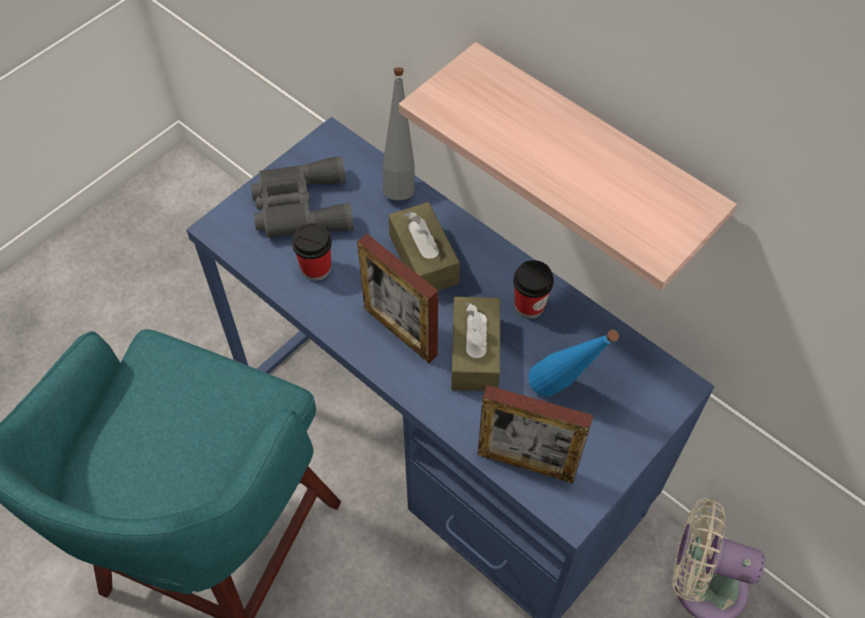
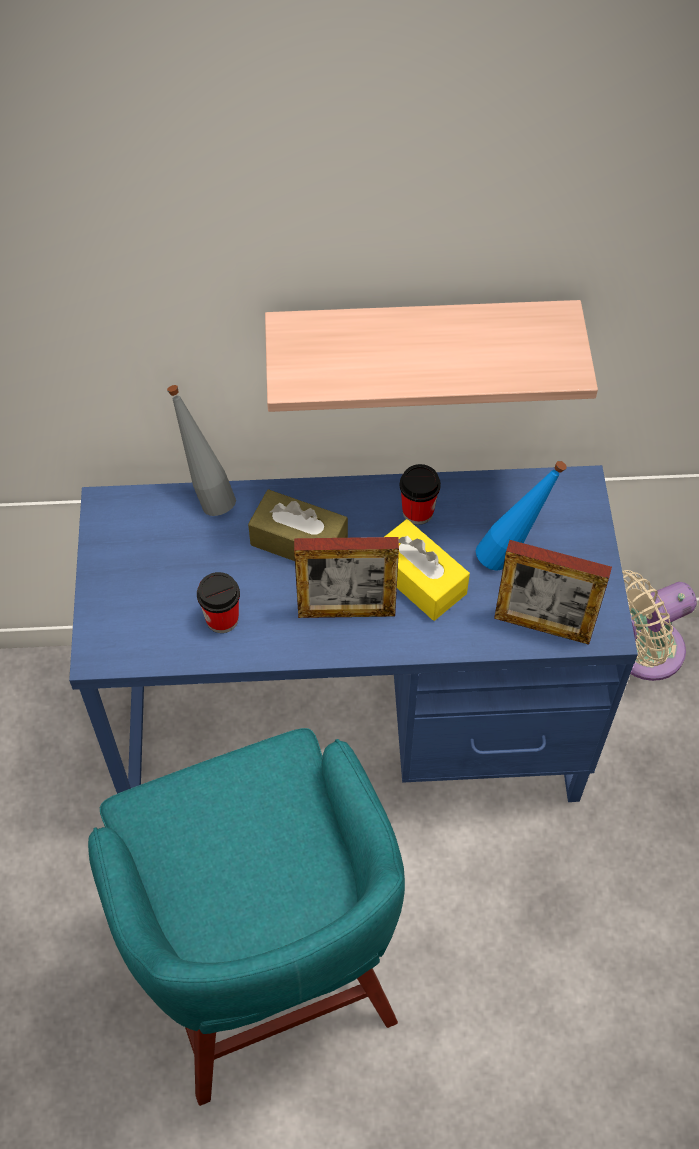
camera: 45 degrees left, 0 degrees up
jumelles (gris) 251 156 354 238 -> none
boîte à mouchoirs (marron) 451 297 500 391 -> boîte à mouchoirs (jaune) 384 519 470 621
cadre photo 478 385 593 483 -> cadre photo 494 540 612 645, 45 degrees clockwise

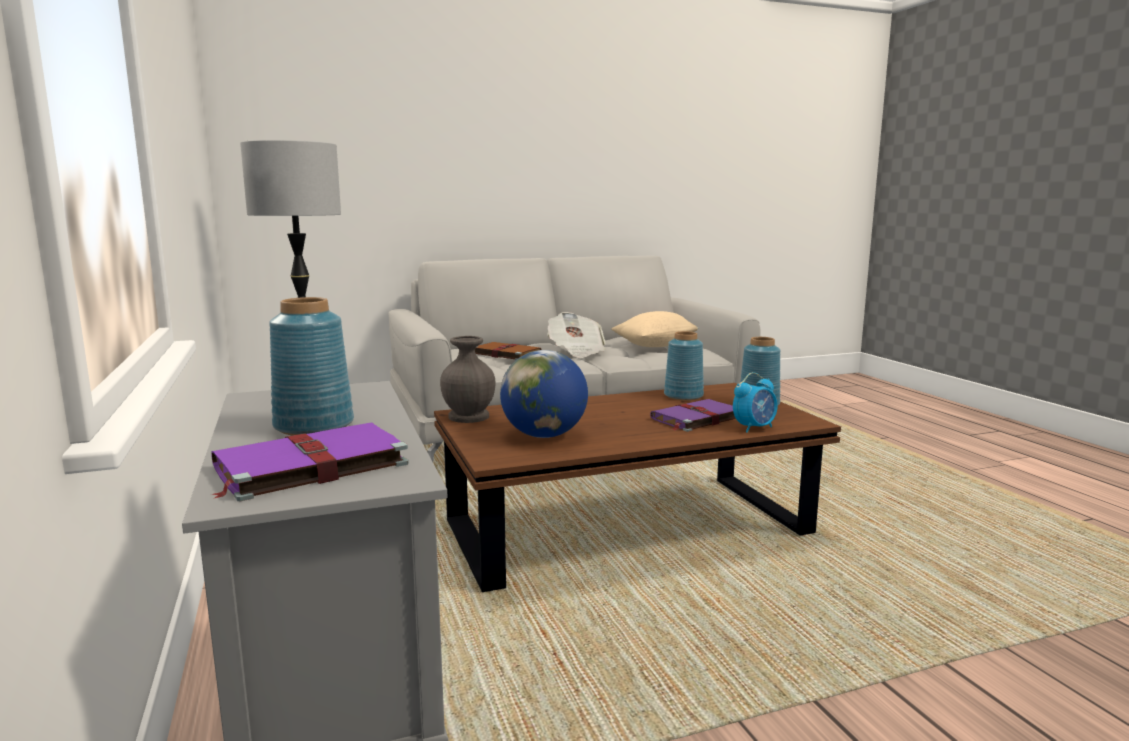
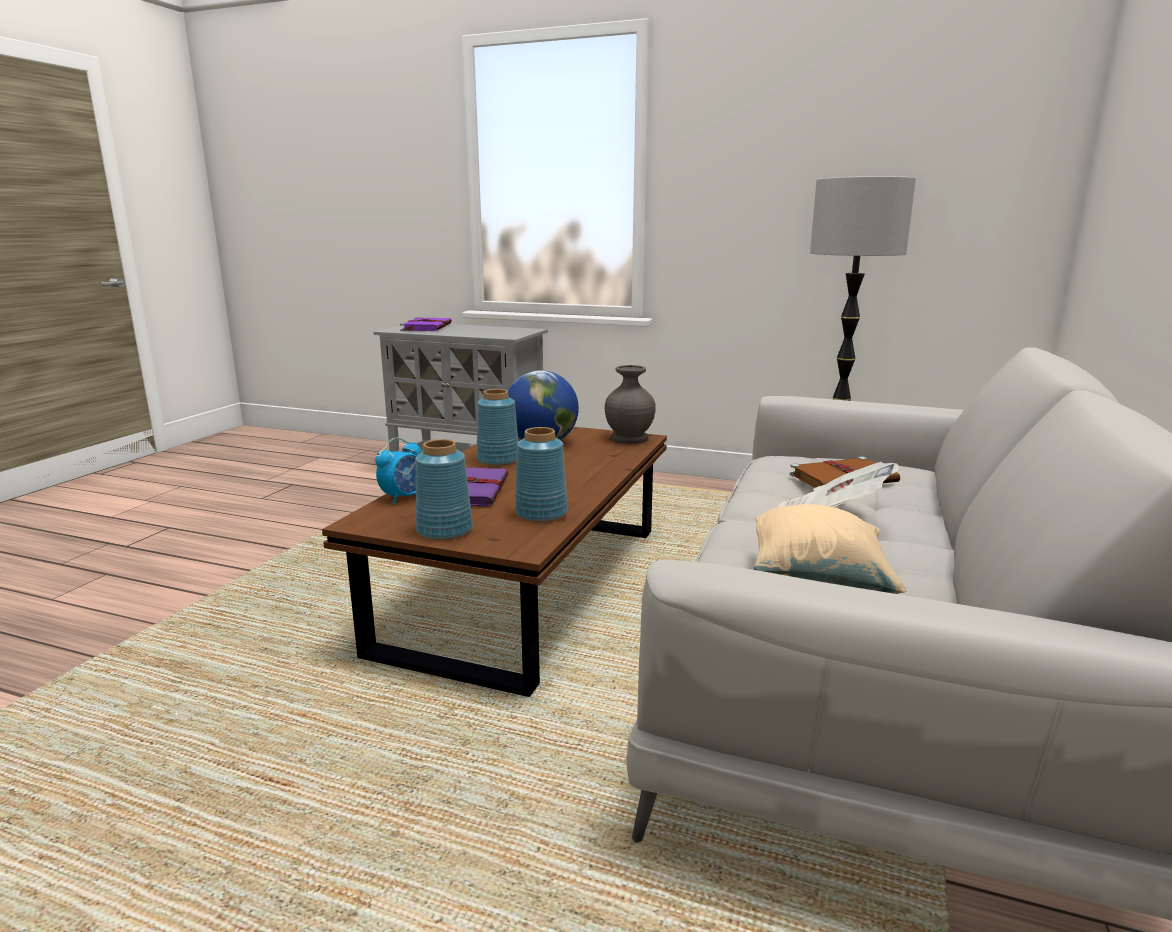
camera: 130 degrees right, 5 degrees up
vase (bleu) 269 297 354 435 -> vase (bleu) 477 389 519 466, move
réveil 733 372 777 433 -> réveil 375 438 421 505, 150 degrees counterclockwise

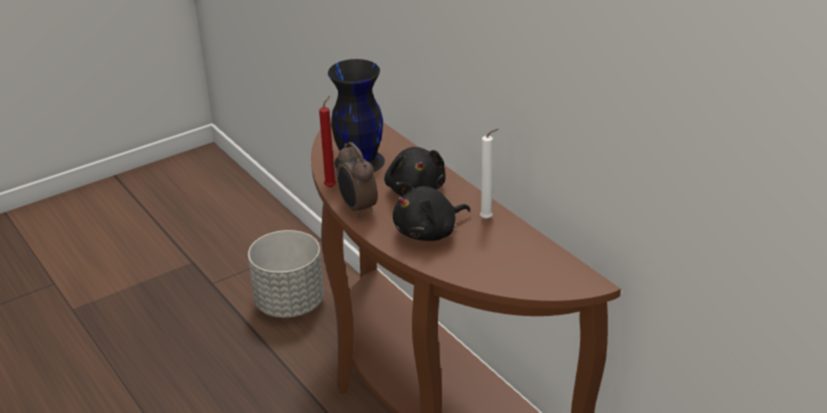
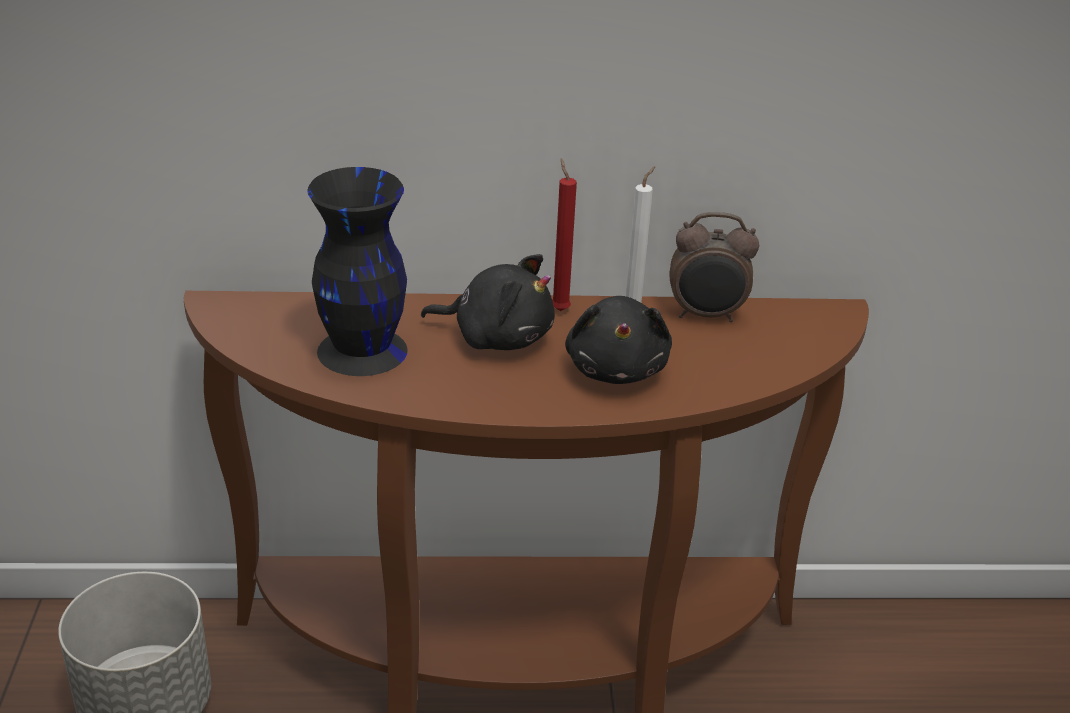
camera: 60 degrees left, 0 degrees up
bougie (rouge) 319 96 336 187 -> bougie (rouge) 552 158 577 311, move
réveil 337 142 378 218 -> réveil 669 212 759 322, move

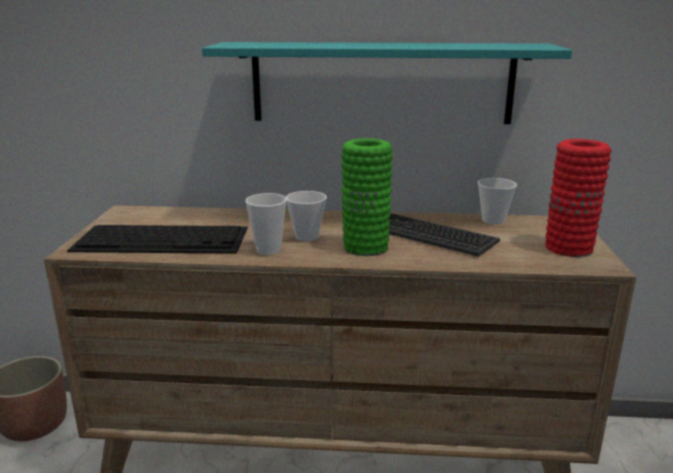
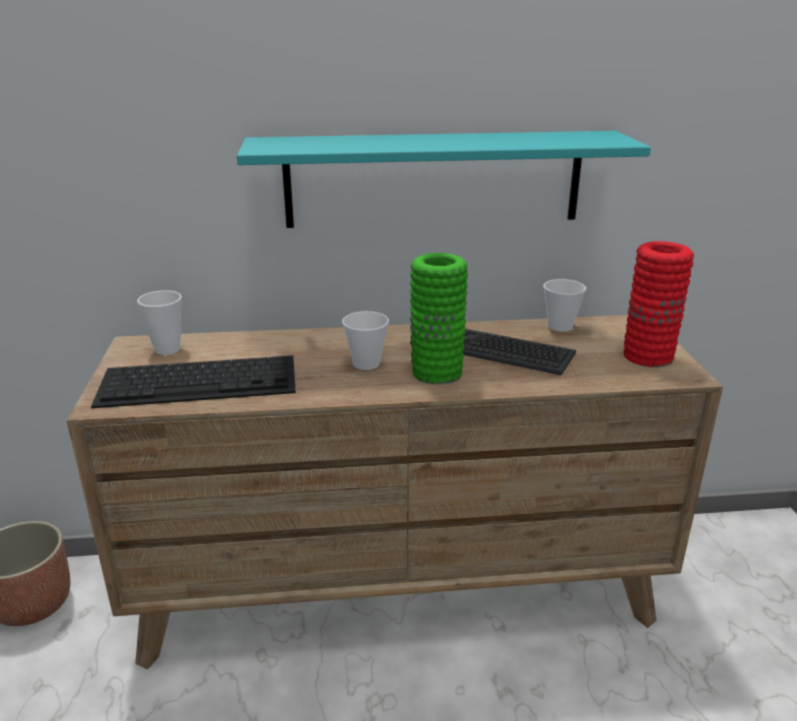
camera: 10 degrees left, 5 degrees up
tasse 245 193 287 255 -> tasse 137 290 182 355, move

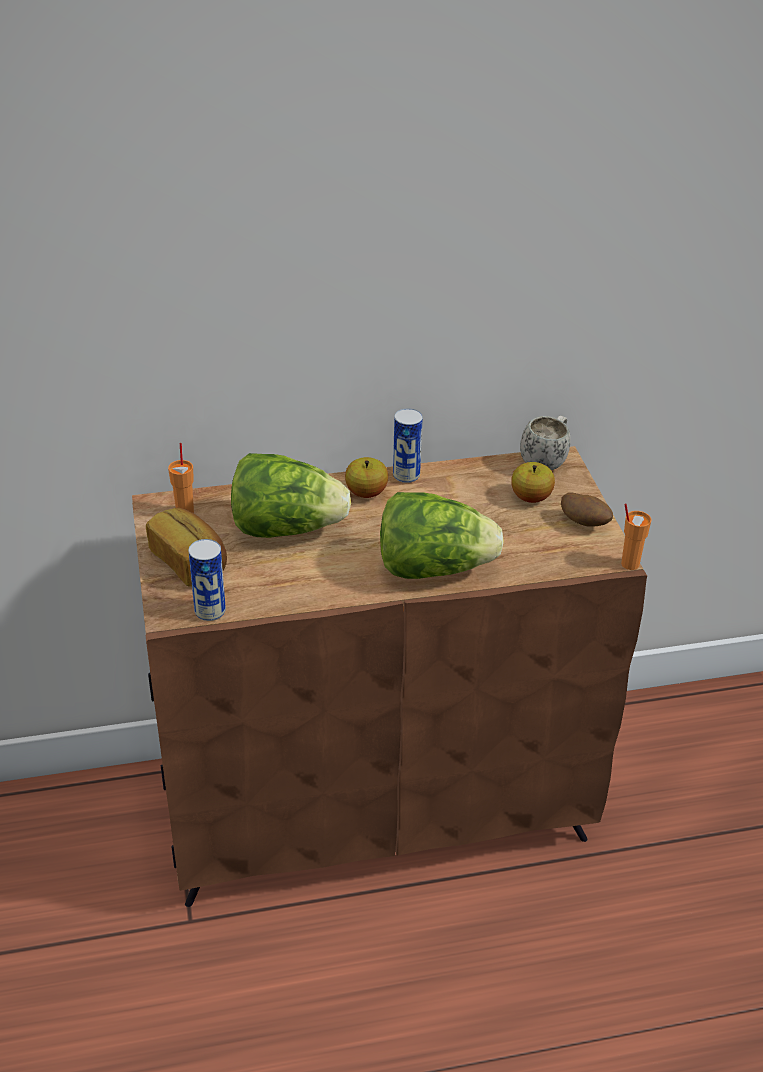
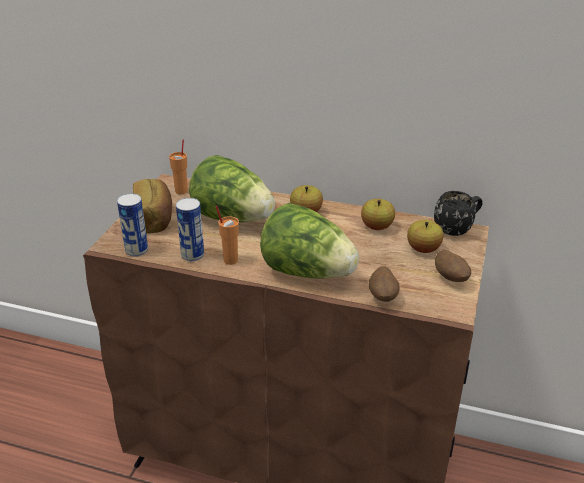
camera: 30 degrees right, 5 degrees down
boîte métallique 393 408 423 483 -> boîte métallique 176 198 204 261, move
mug (blanc) 520 416 571 470 -> mug (noir) 434 191 483 236
tasse (orange) 621 504 652 570 -> tasse (orange) 216 206 239 265, move
none -> pomme 361 199 395 230
none -> pomme de terre 369 266 400 302

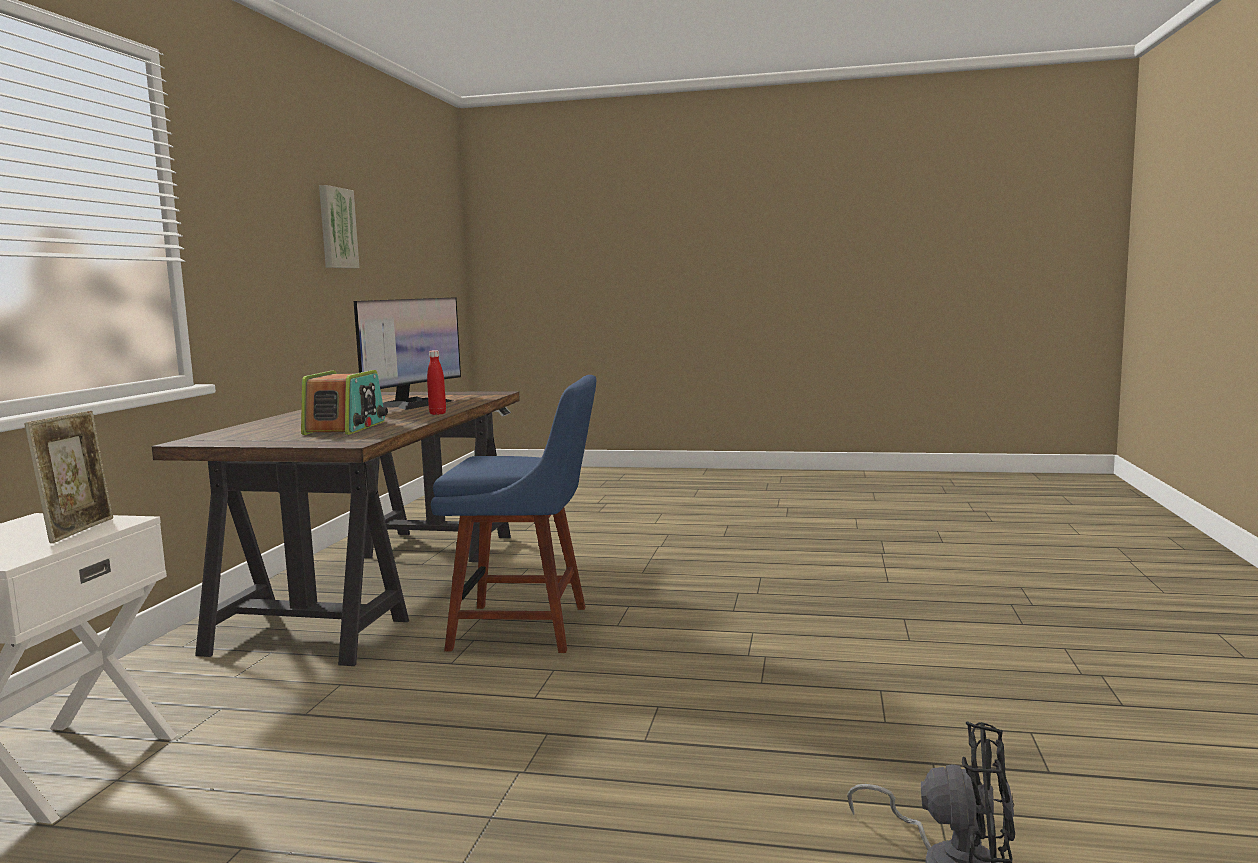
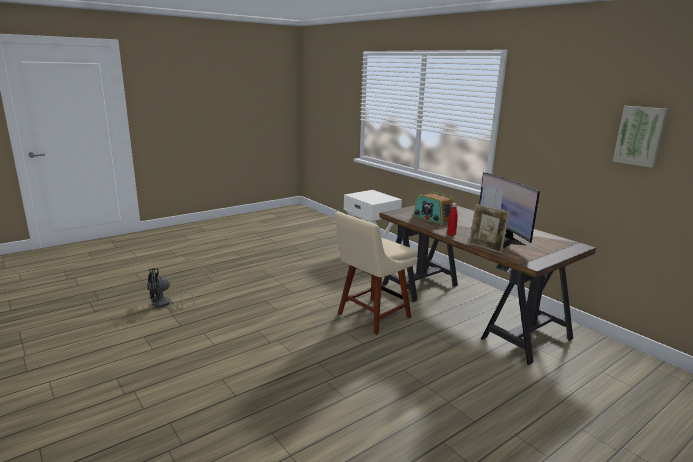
camera: 130 degrees right, 10 degrees up
cadre photo 24 411 113 543 -> cadre photo 469 204 510 253, move
chaise (bleu) 431 375 596 653 -> chaise (beige) 335 212 418 335

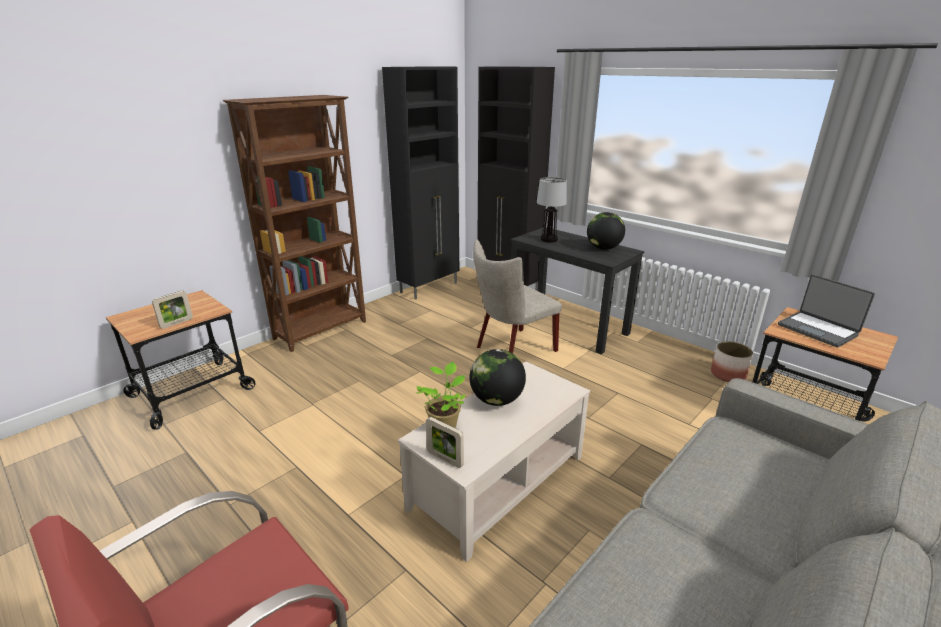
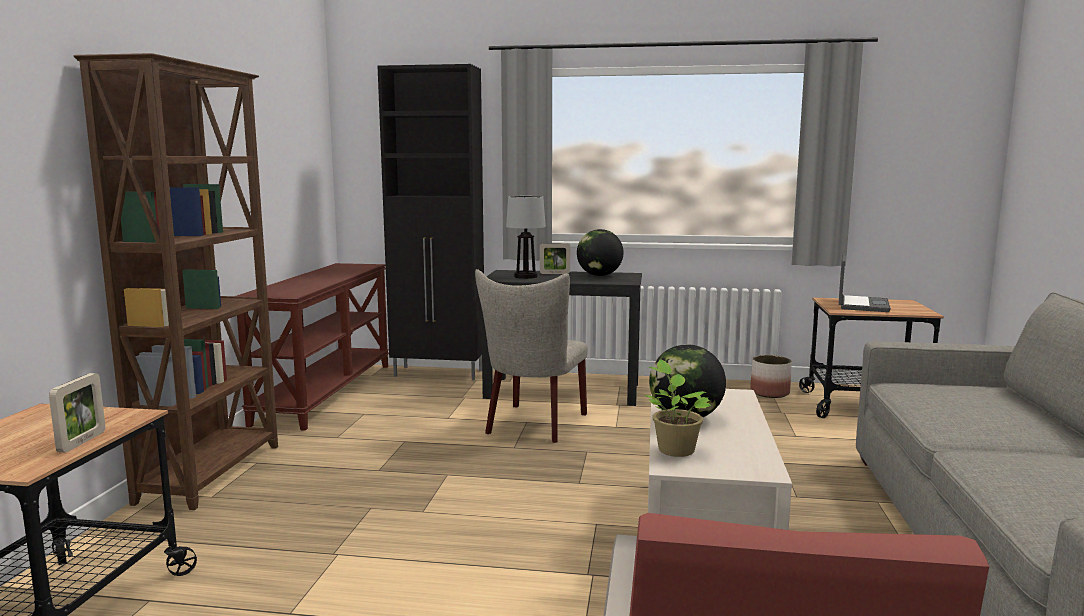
camera: 35 degrees left, 15 degrees down
meuble de rangement (noir) 382 66 459 300 -> table console (marron) 237 263 389 431
cadre photo 426 417 464 468 -> cadre photo 540 243 570 274, move
ordinateur portable 778 275 875 348 -> ordinateur portable 839 254 891 312, 90 degrees counterclockwise

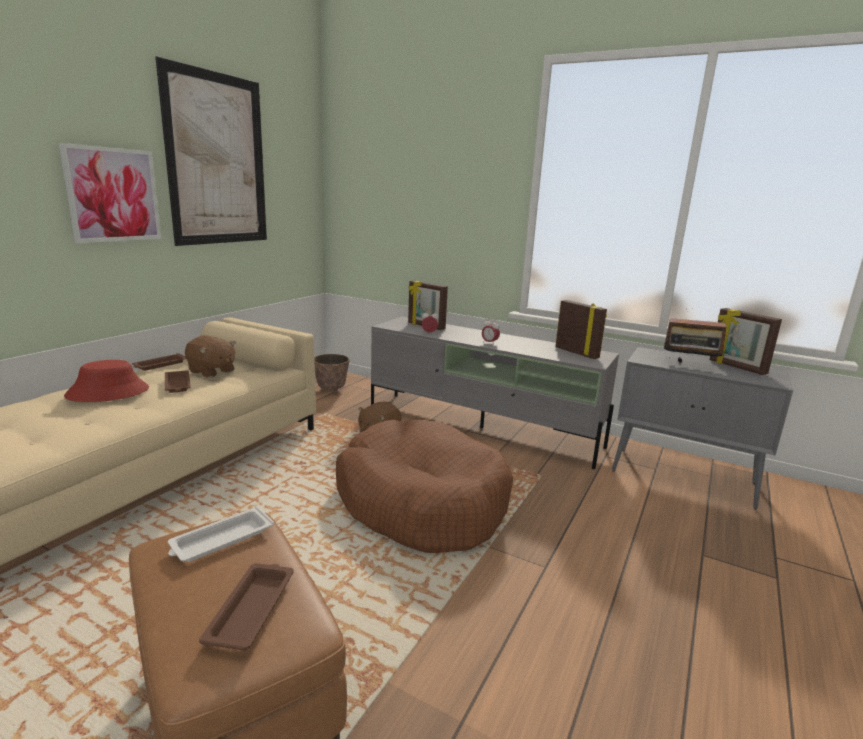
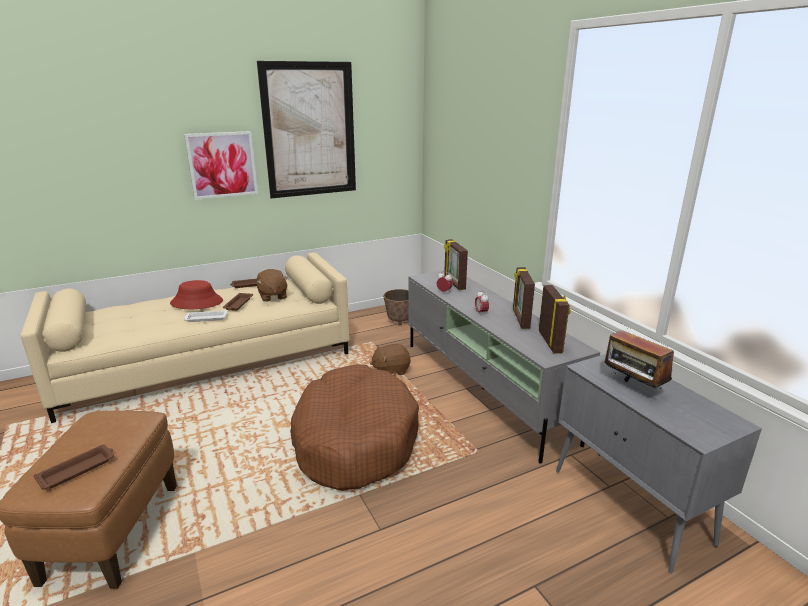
camera: 35 degrees right, 5 degrees up
plateau (blanc) 168 506 274 562 -> plateau (blanc) 184 310 228 322, move
cadre photo 710 308 782 375 -> cadre photo 513 267 535 329, move

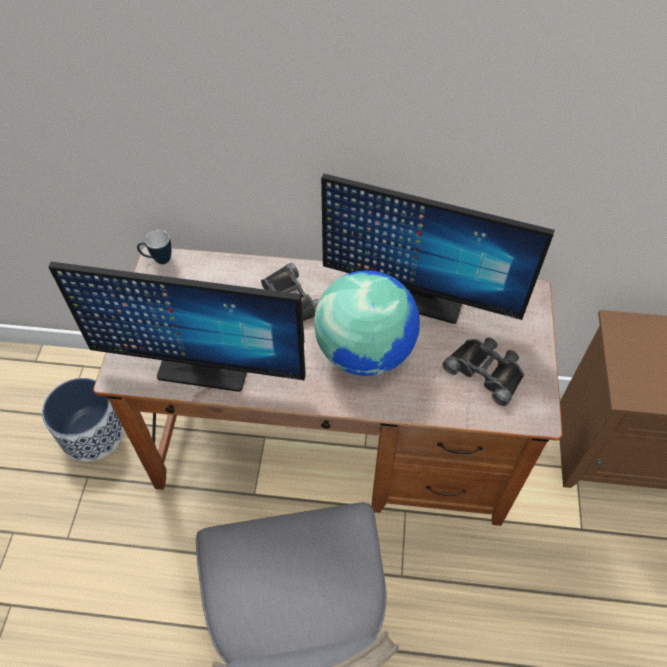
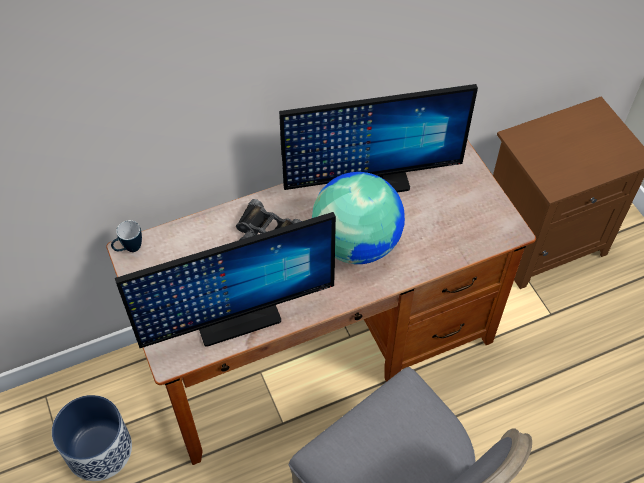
camera: 30 degrees left, 0 degrees up
jumelles (noir) 442 337 524 406 -> none

